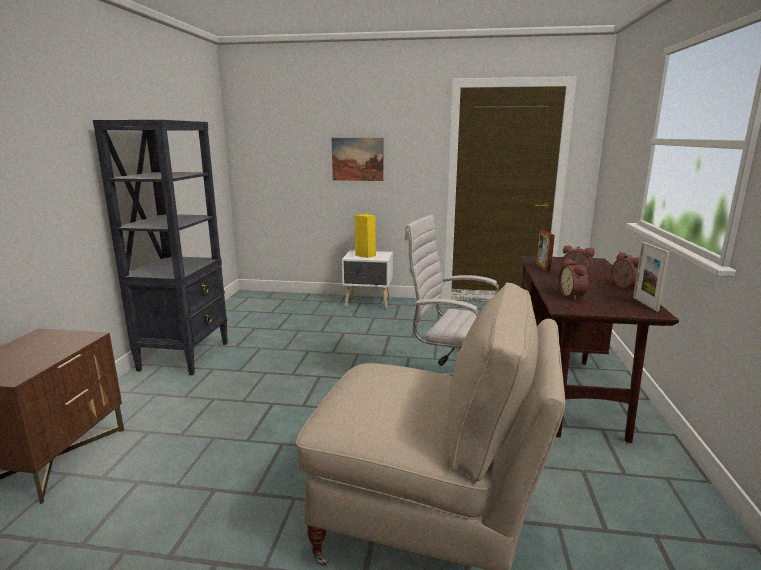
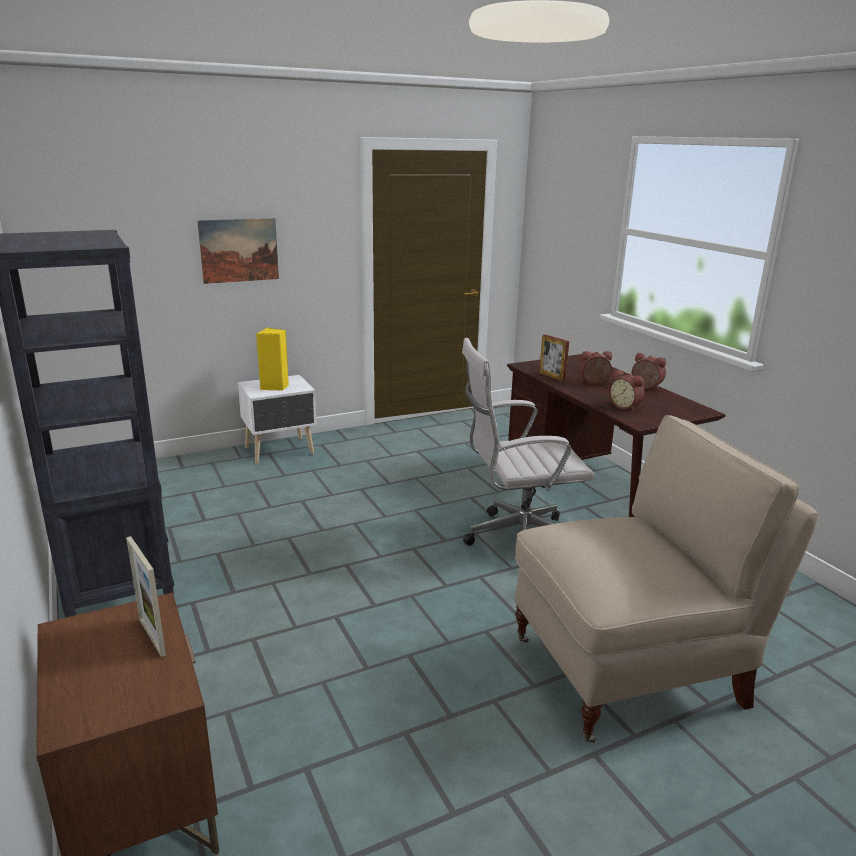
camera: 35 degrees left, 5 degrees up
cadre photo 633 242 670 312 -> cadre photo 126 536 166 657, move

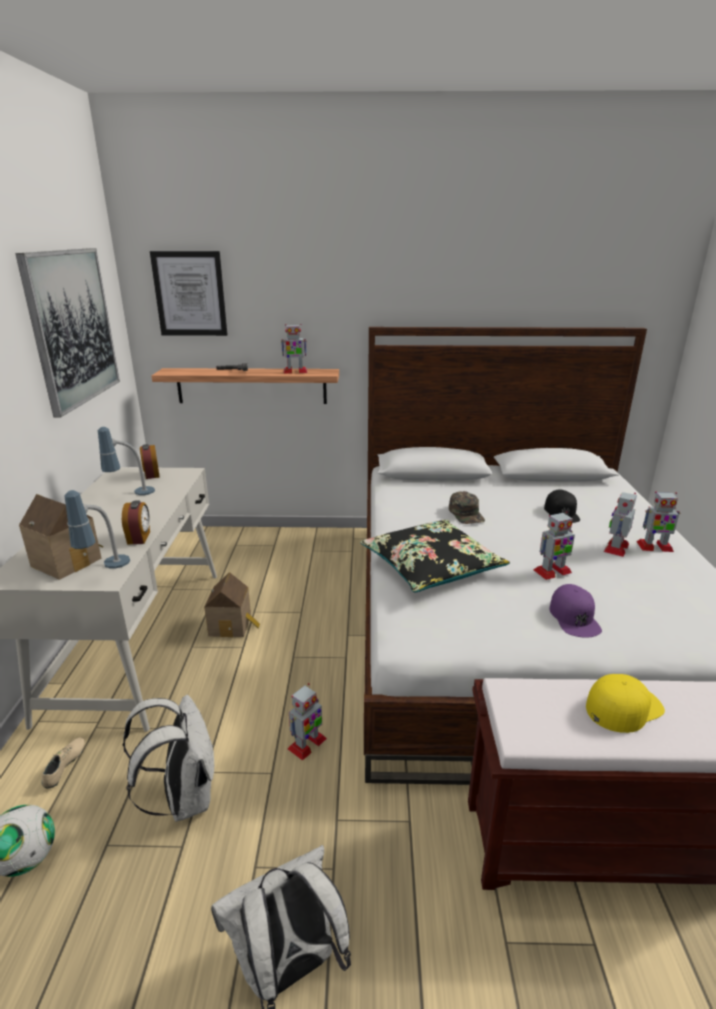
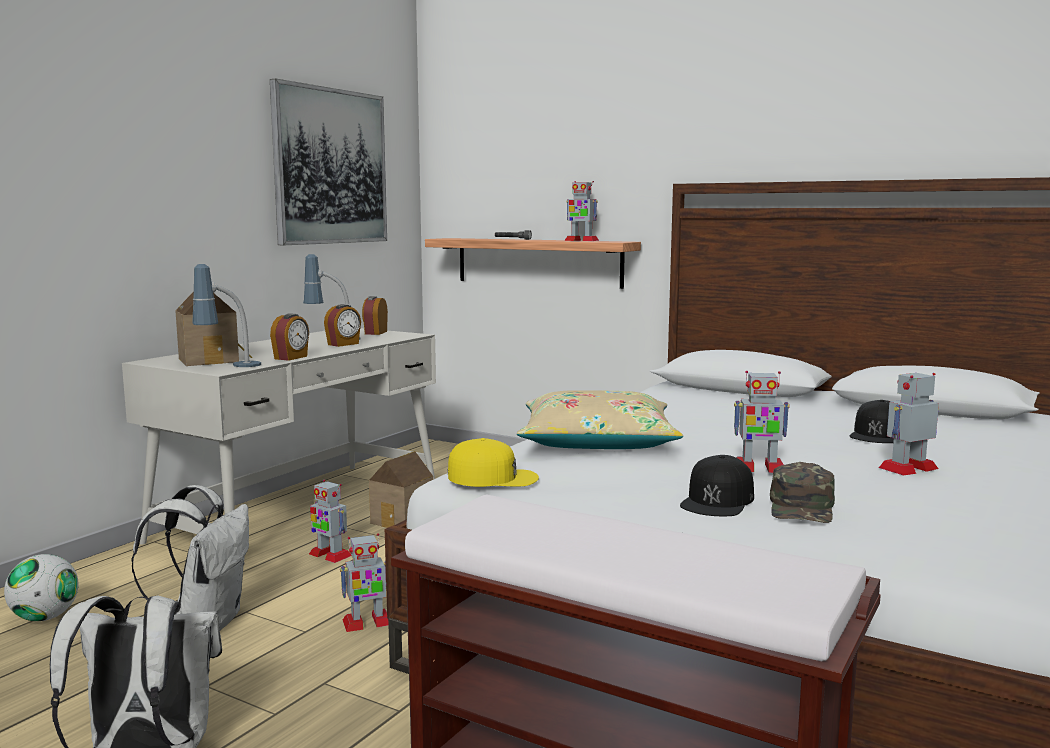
camera: 30 degrees right, 15 degrees down
chaussure (beige) 41 737 85 788 -> none
tableau 150 251 228 336 -> none
coussin (noir) 360 520 510 592 -> coussin (beige) 517 390 683 449
casquette (vert) 449 491 485 524 -> casquette (vert) 770 462 835 523, move
casquette (violet) 549 584 602 638 -> casquette (noir) 680 455 754 516
casquette (jaune) 586 674 665 733 -> casquette (jaune) 448 438 539 487, move
robot jouet 636 492 680 552 -> robot jouet 309 480 351 563, move
none -> réveil 324 304 361 347

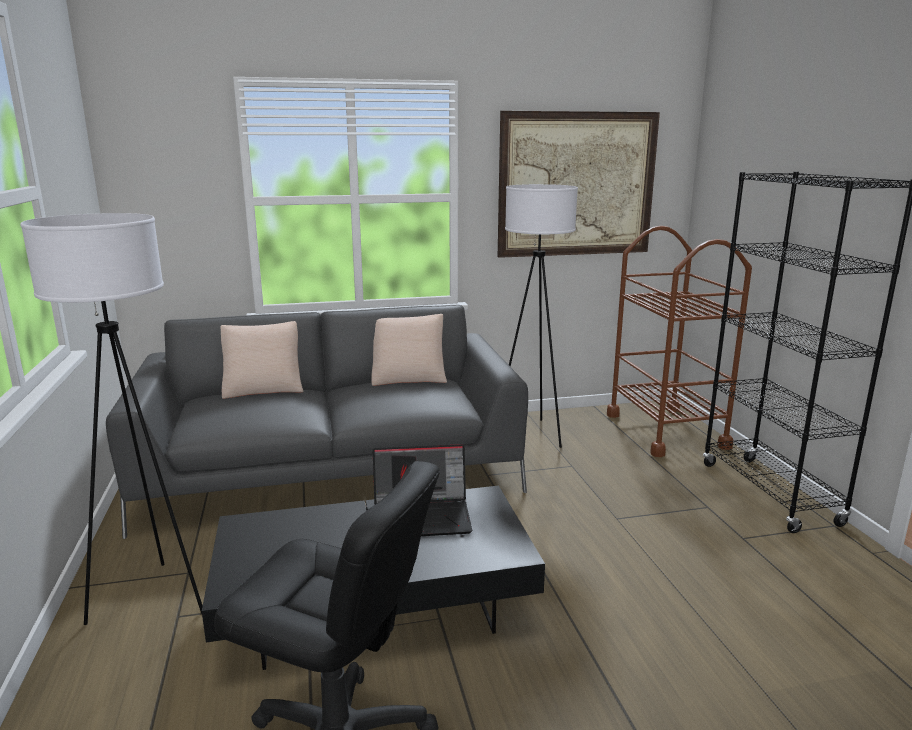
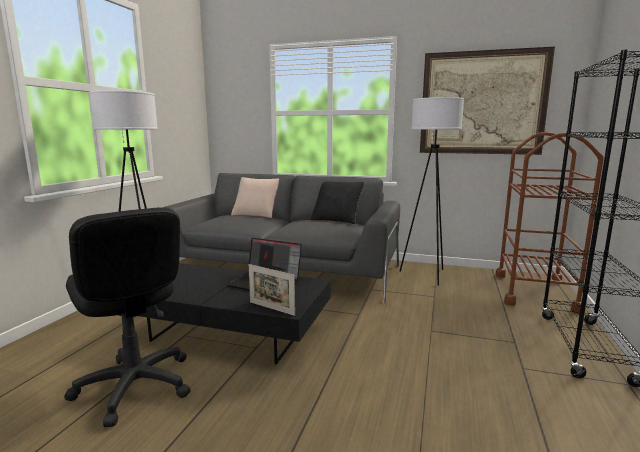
camera: 30 degrees right, 5 degrees down
coussin (beige) 371 314 447 386 -> coussin (noir) 311 181 364 224
none -> cadre photo 249 264 295 316

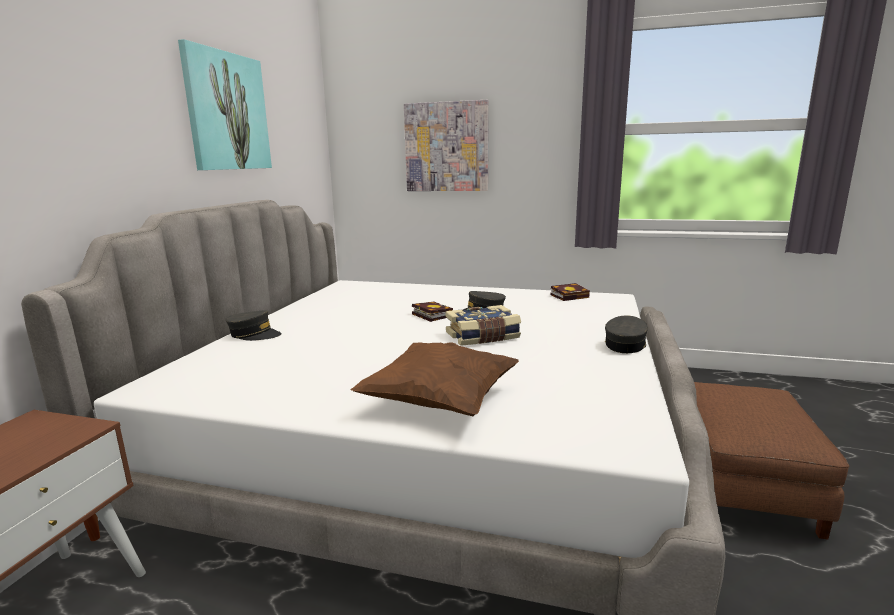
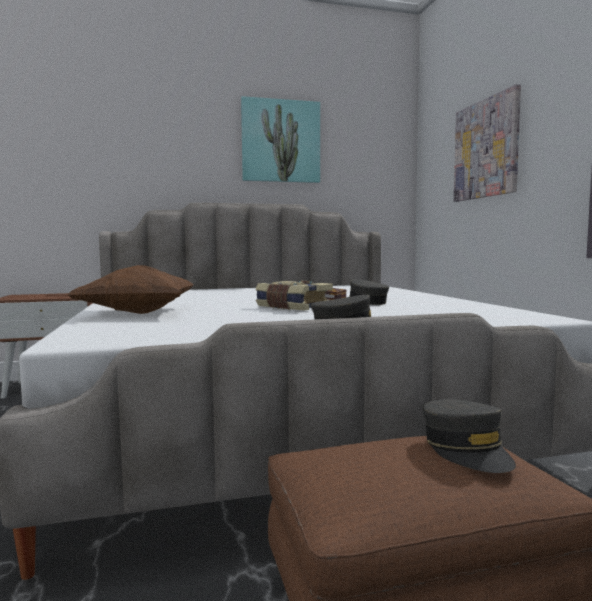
camera: 60 degrees right, 10 degrees down
casquette (gris) 226 310 282 341 -> casquette (gris) 423 399 516 473, move
livre 551 283 590 301 -> none

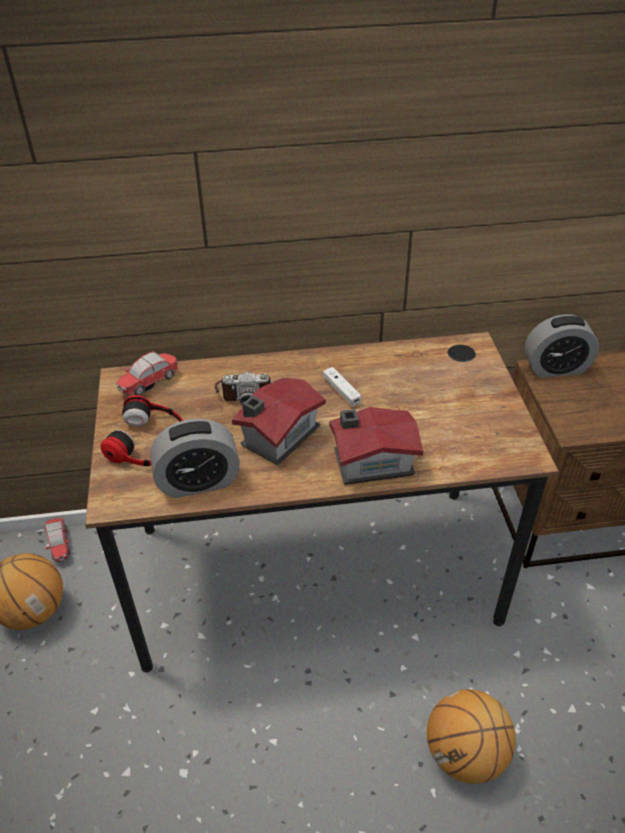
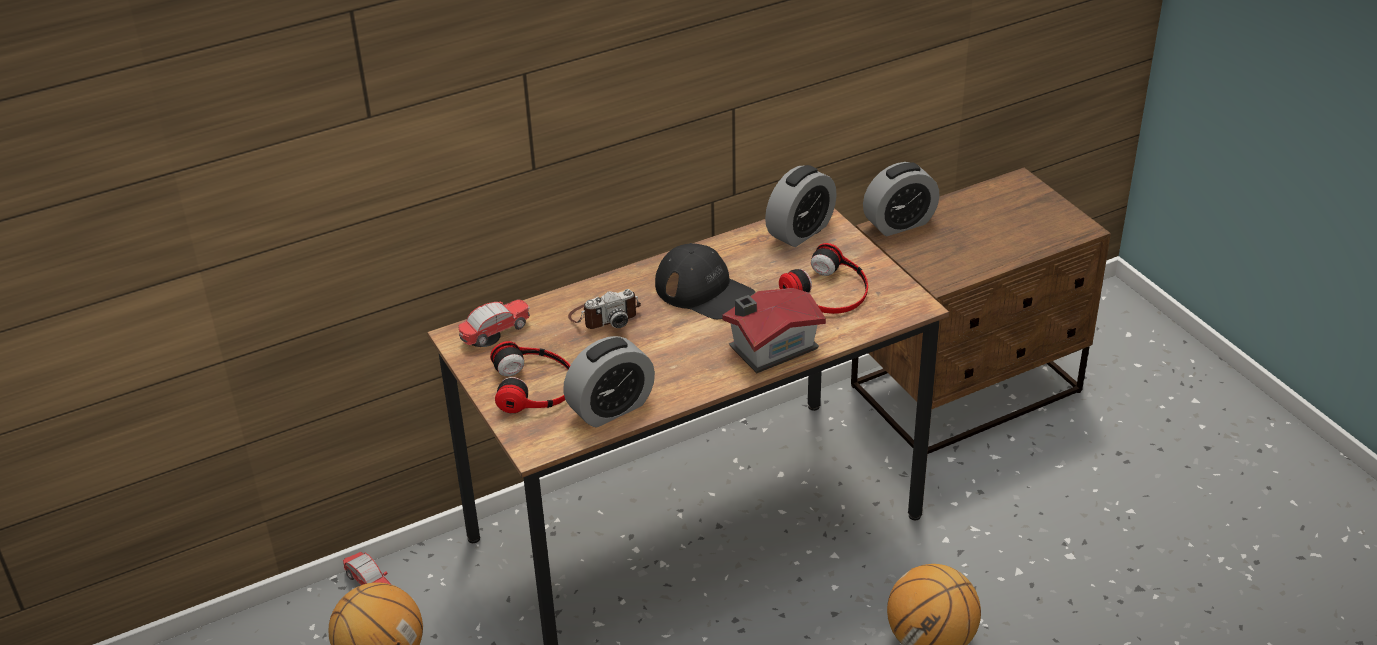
camera: 20 degrees left, 5 degrees down
petite voiture 116 351 178 395 -> petite voiture 458 299 530 347, 150 degrees counterclockwise
maison miniature 232 378 326 466 -> none
manette (blanc) 323 367 361 406 -> casquette (noir) 655 243 756 319
none -> réveil 765 165 837 247
none -> casque audio 779 243 868 314

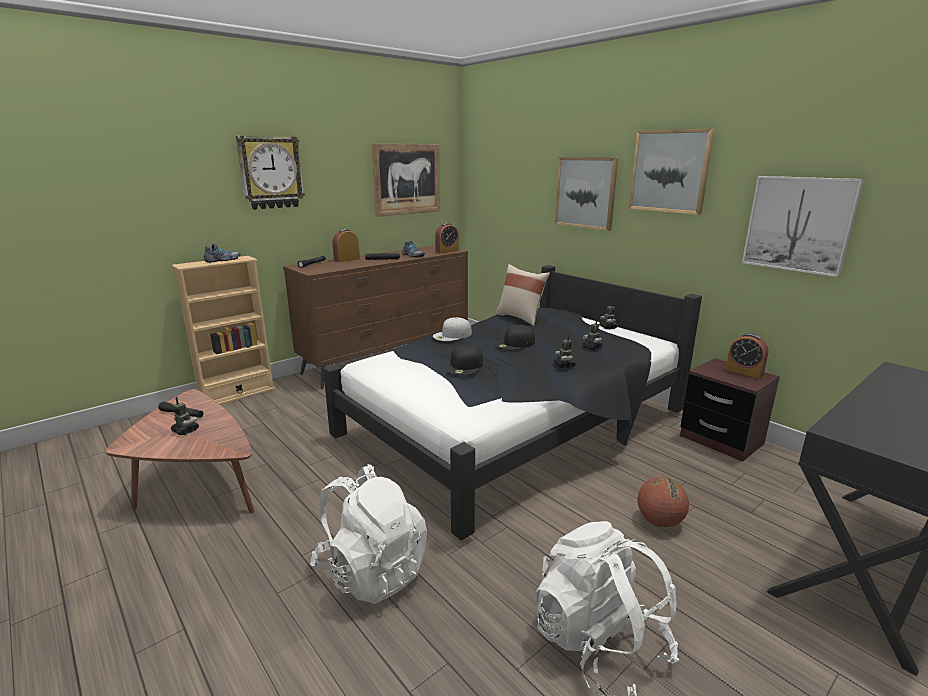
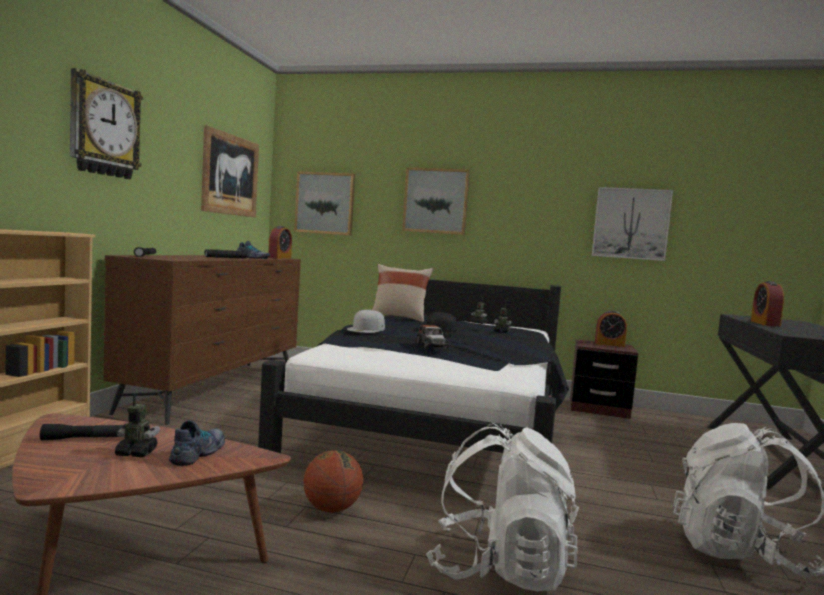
camera: 35 degrees left, 15 degrees down
chaussure 204 244 240 263 -> chaussure 169 420 225 466, move
réveil 332 229 360 262 -> réveil 751 281 784 327, move
casquette (noir) 446 344 483 375 -> petite voiture 417 325 449 349
robot jouet 553 334 576 369 -> none
tableau 629 128 715 215 -> tableau 294 171 355 235, move
ballon de basket 638 477 689 527 -> ballon de basket 304 450 363 513, move

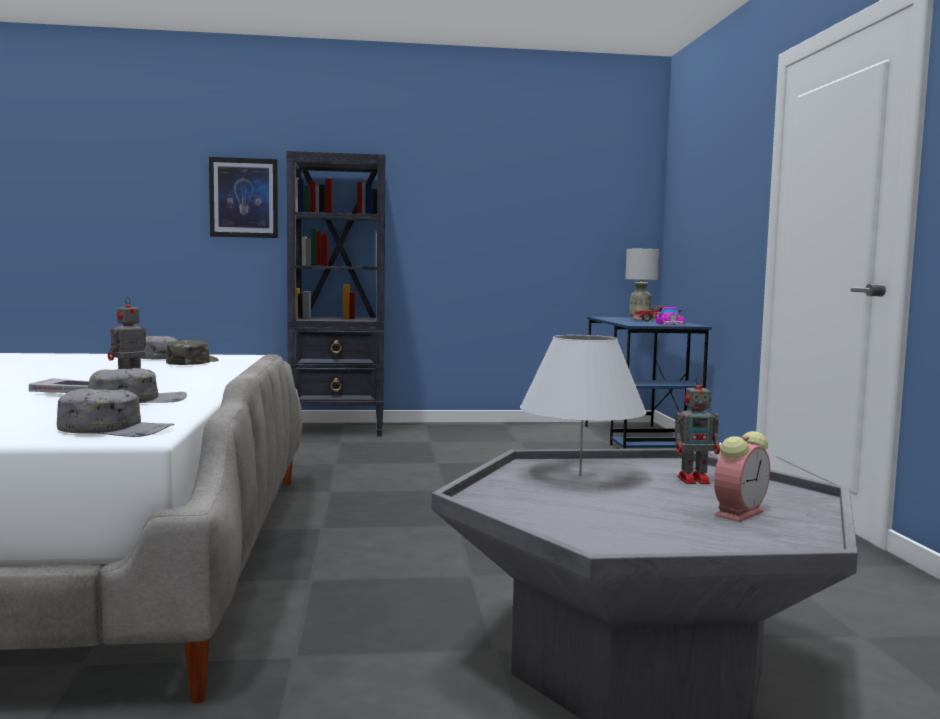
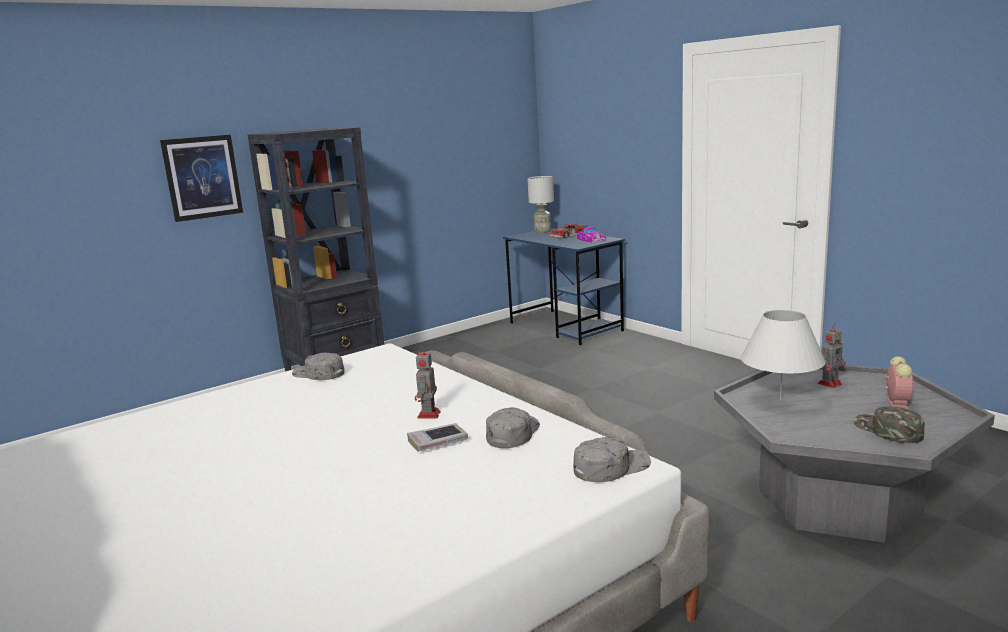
camera: 30 degrees left, 10 degrees up
casquette (vert) 166 340 219 365 -> casquette (vert) 853 407 925 443, move

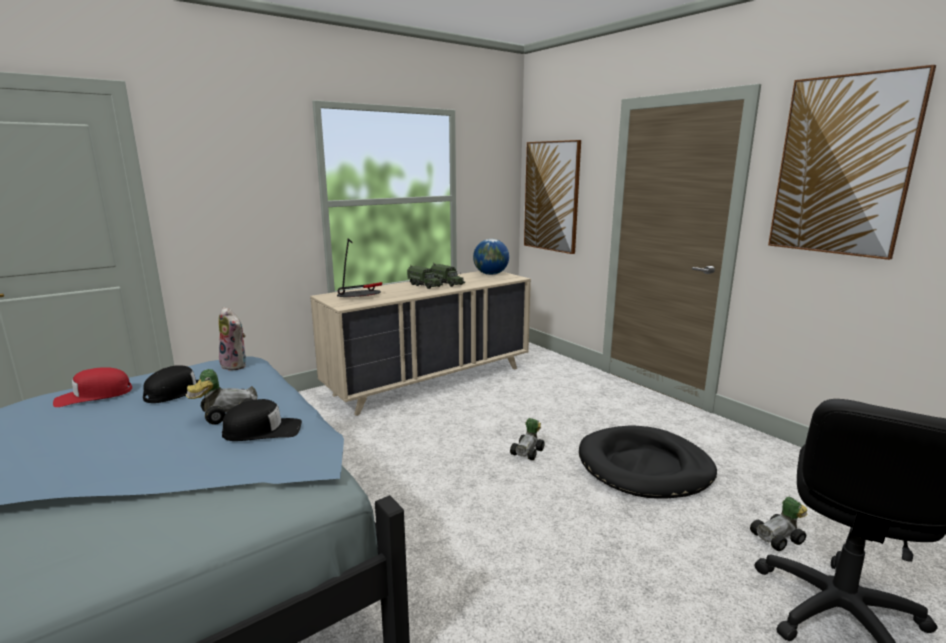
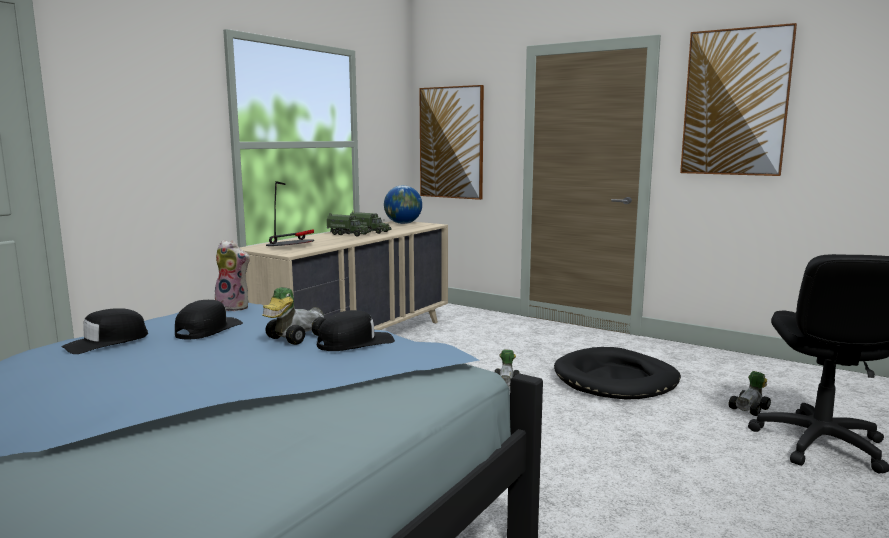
camera: 20 degrees left, 5 degrees down
casquette (rouge) 53 367 132 407 -> casquette (noir) 62 308 148 354

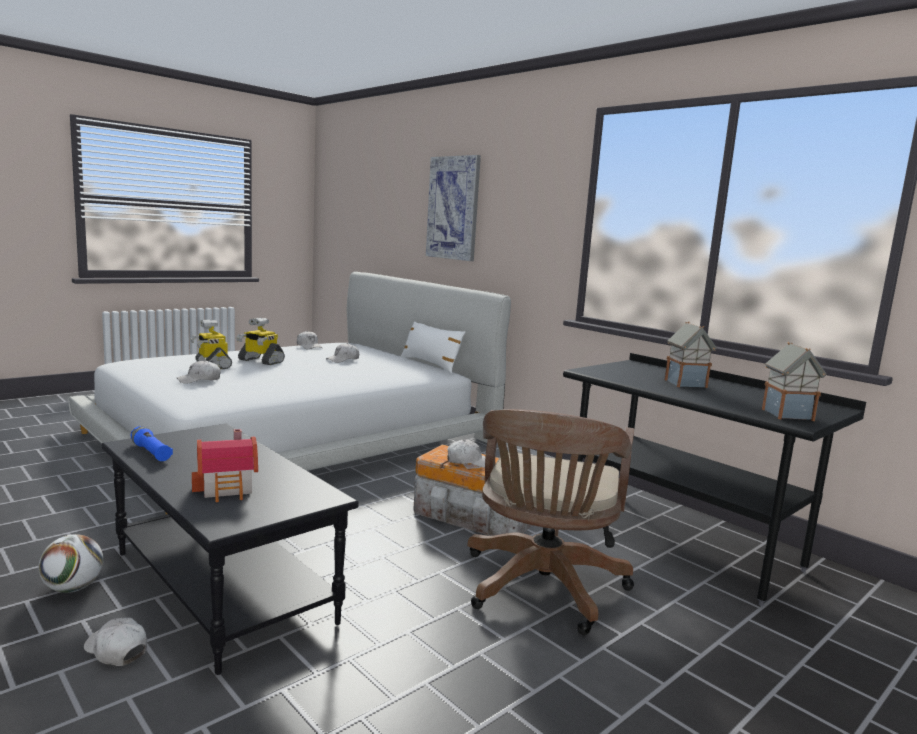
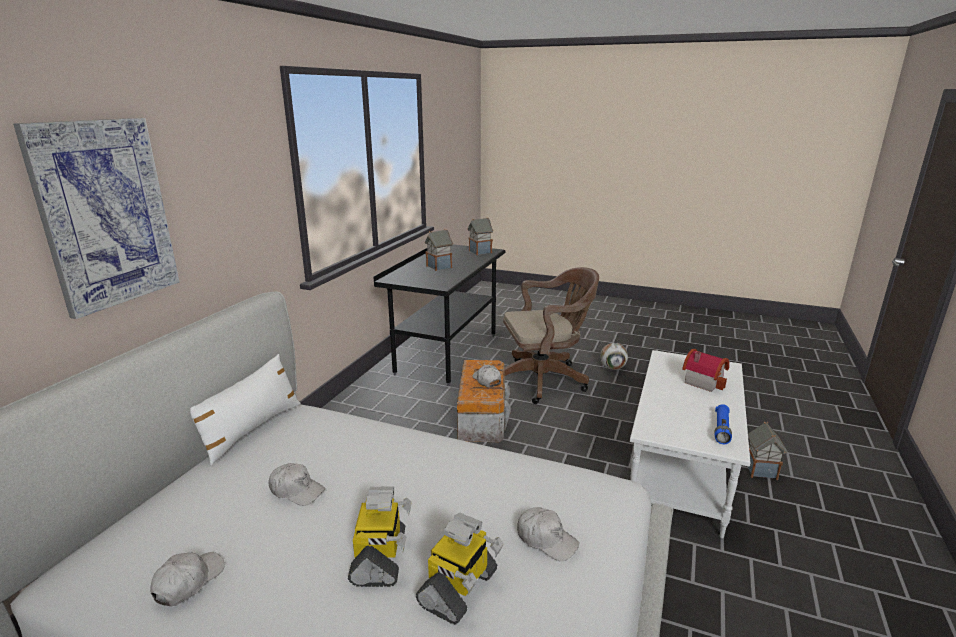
camera: 115 degrees left, 10 degrees up
ballon de foot 39 534 103 593 -> ballon de foot 600 343 628 370, move
casquette (blanc) 84 618 147 666 -> maison miniature 747 422 787 480
table basse (noir) 102 423 359 675 -> table basse (blanc) 630 350 750 538

